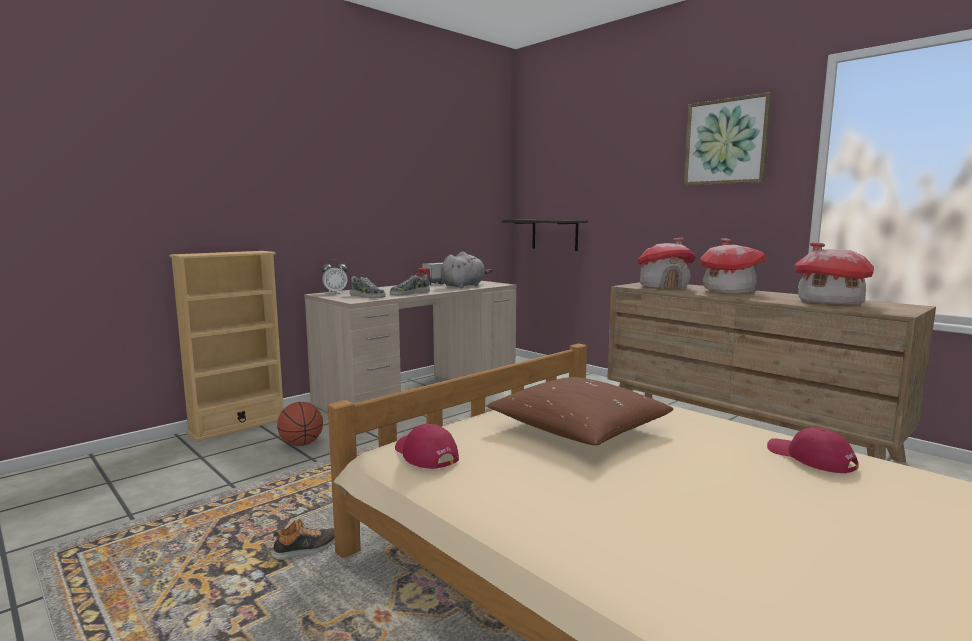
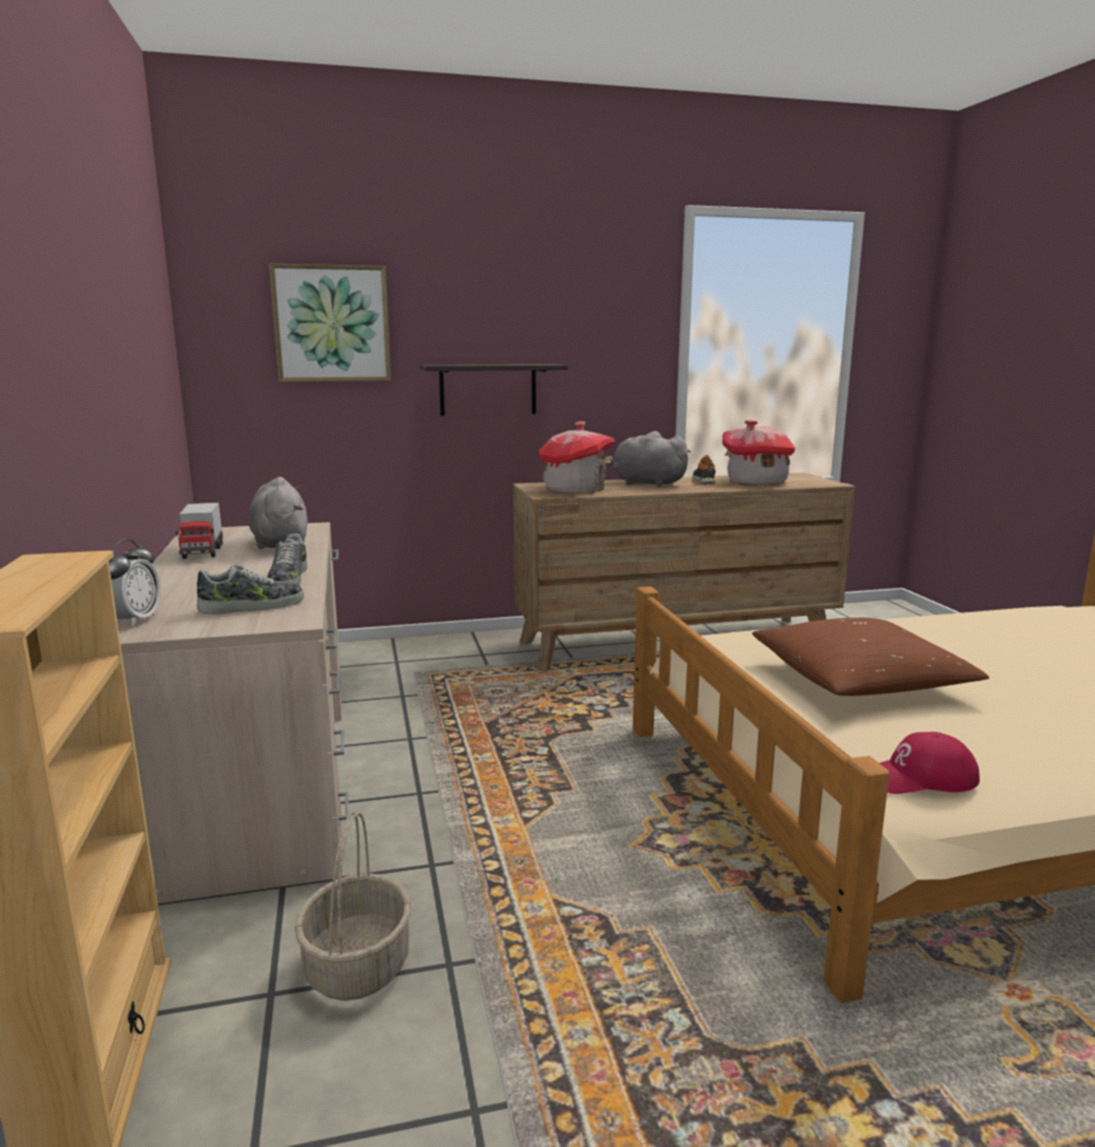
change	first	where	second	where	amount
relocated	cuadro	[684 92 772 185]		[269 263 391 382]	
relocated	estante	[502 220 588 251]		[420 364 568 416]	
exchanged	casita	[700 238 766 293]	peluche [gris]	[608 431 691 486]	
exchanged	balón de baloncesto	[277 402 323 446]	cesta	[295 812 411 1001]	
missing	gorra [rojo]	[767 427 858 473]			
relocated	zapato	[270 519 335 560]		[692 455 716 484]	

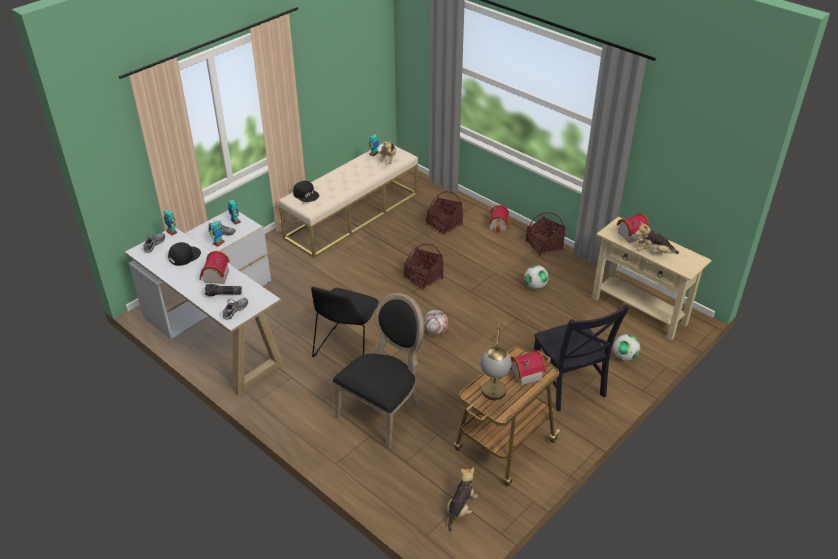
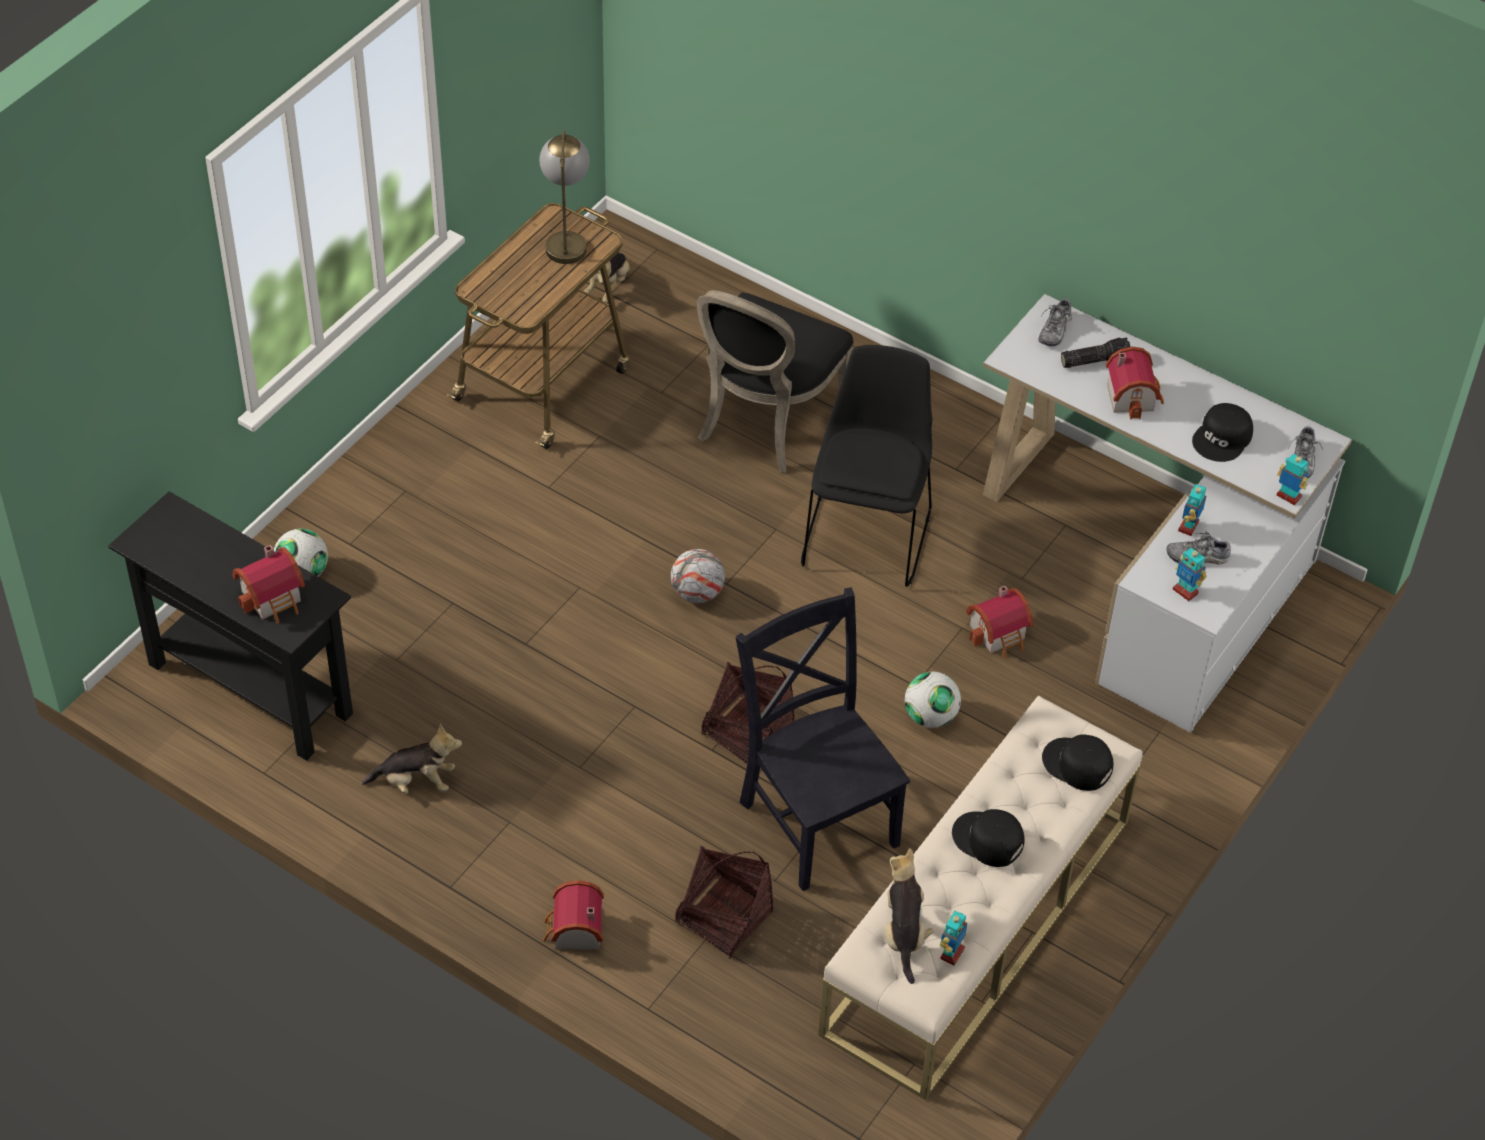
change	first	where	second	where	amount
missing	cesta	[526 212 565 256]			
colour	mesa consola [beis]	[592 217 712 341]	mesa consola [negro]	[108 491 353 761]	
relocated	peluche	[635 221 679 254]		[362 724 462 794]	
relocated	balón de fútbol	[524 265 549 289]		[905 672 961 728]	
relocated	silla [negro]	[534 304 630 411]		[735 587 910 891]	
relocated	casita	[511 350 546 386]		[966 586 1033 658]	
appeared			gorra [negro]	[952 809 1024 867]	

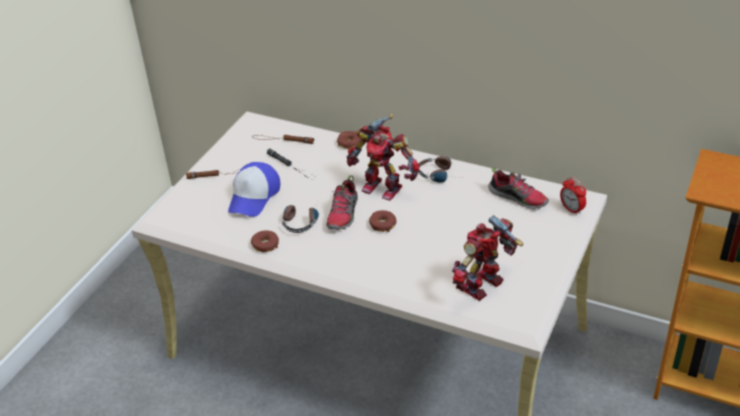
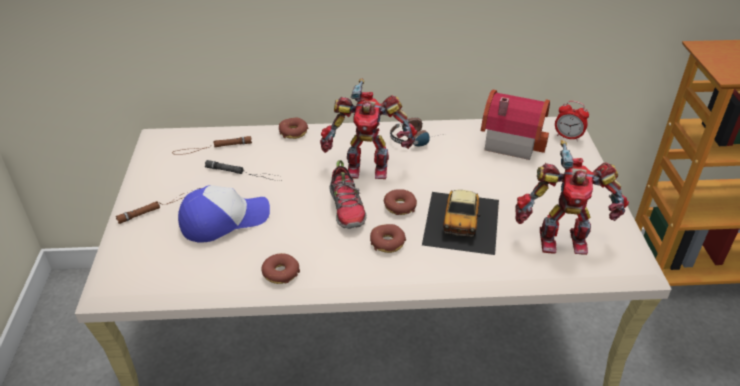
change	first	where	second	where	amount
spun	gorra	[228 162 280 217]		[178 185 270 243]	105 degrees counterclockwise
exchanged	zapato	[488 167 549 209]	casita	[481 89 550 160]	
missing	auriculares	[282 203 319 233]			
spun	robot de juguete	[452 215 523 301]		[515 140 629 255]	105 degrees counterclockwise
appeared			coche de juguete	[422 190 499 255]	
appeared			rosquilla	[370 224 406 253]	

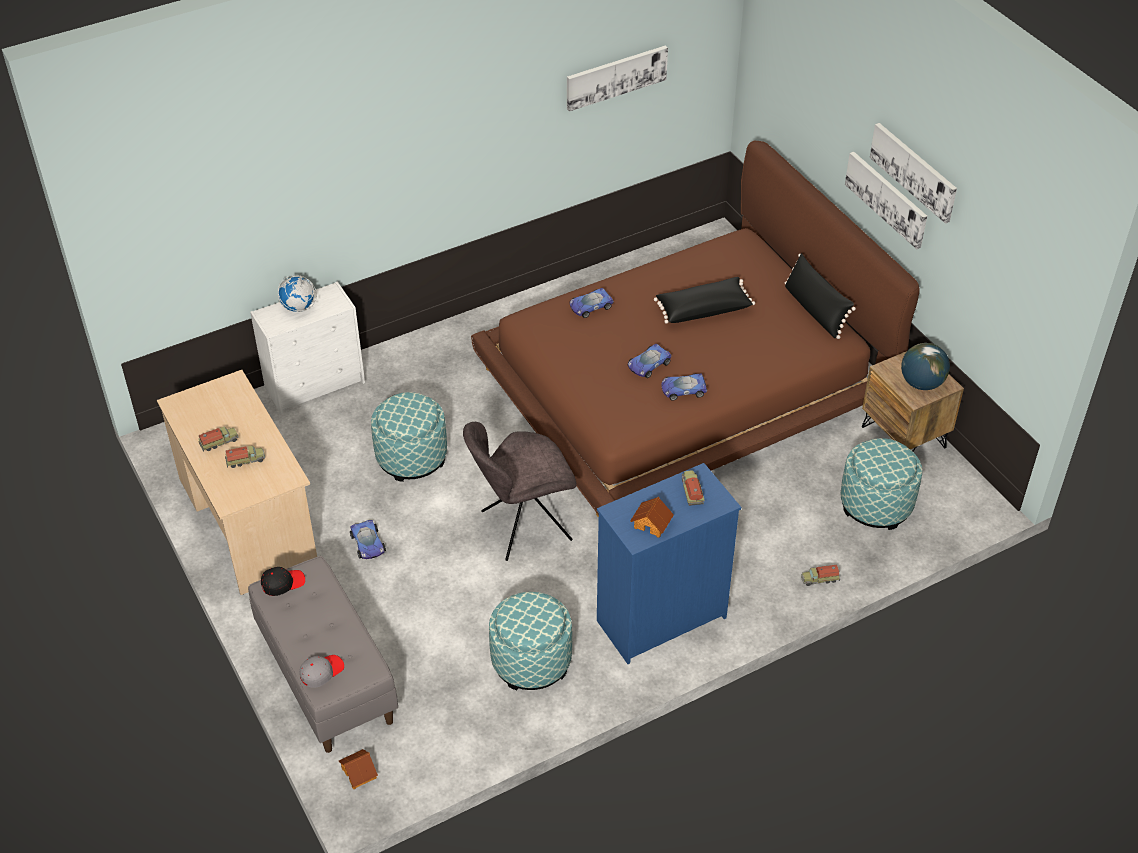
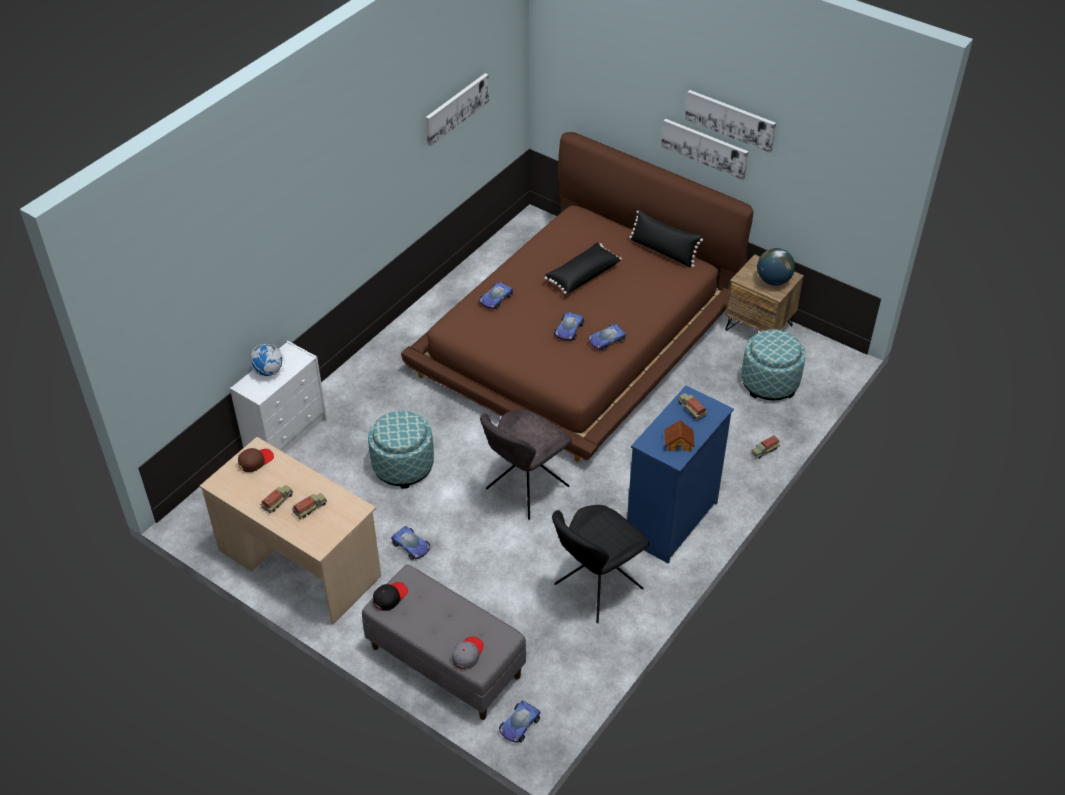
change	first	where	second	where	amount
exchanged	puf	[489 592 572 690]	silla [negro]	[552 505 650 623]	
exchanged	casita	[339 749 378 789]	coche de juguete	[499 700 541 743]	
appeared			gorra [marrón]	[238 448 274 472]	

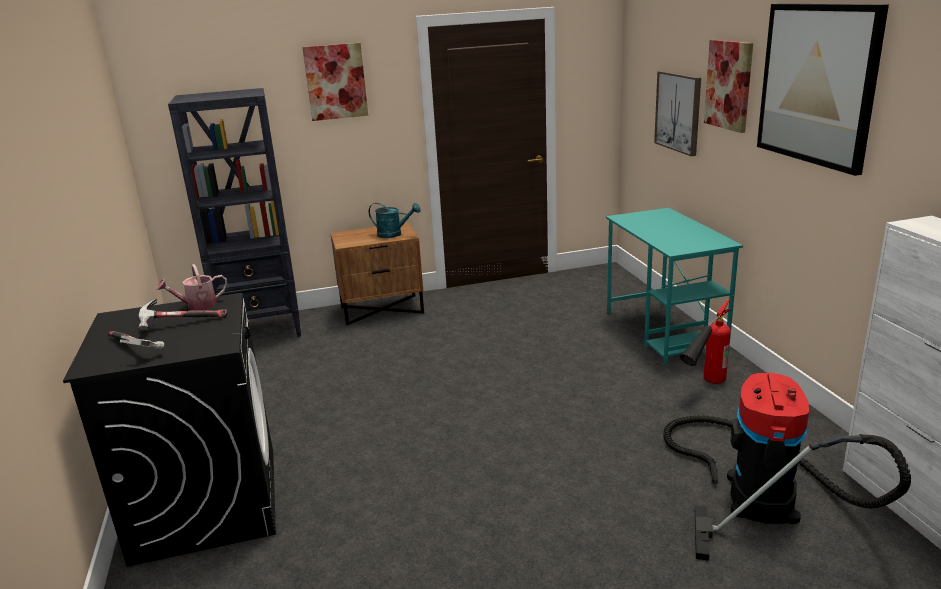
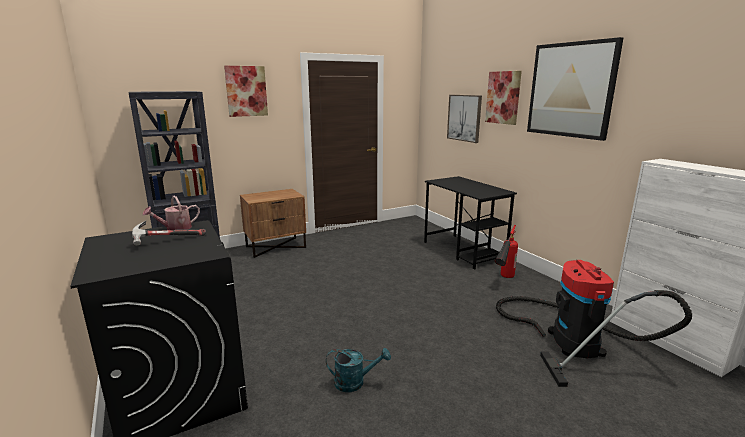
change	first	where	second	where	amount
relocated	regadera [turquesa]	[369 203 421 238]		[326 348 391 392]	
colour	escritorio [turquesa]	[606 208 743 365]	escritorio [negro]	[424 176 517 269]	
missing	martillo	[108 331 164 350]			

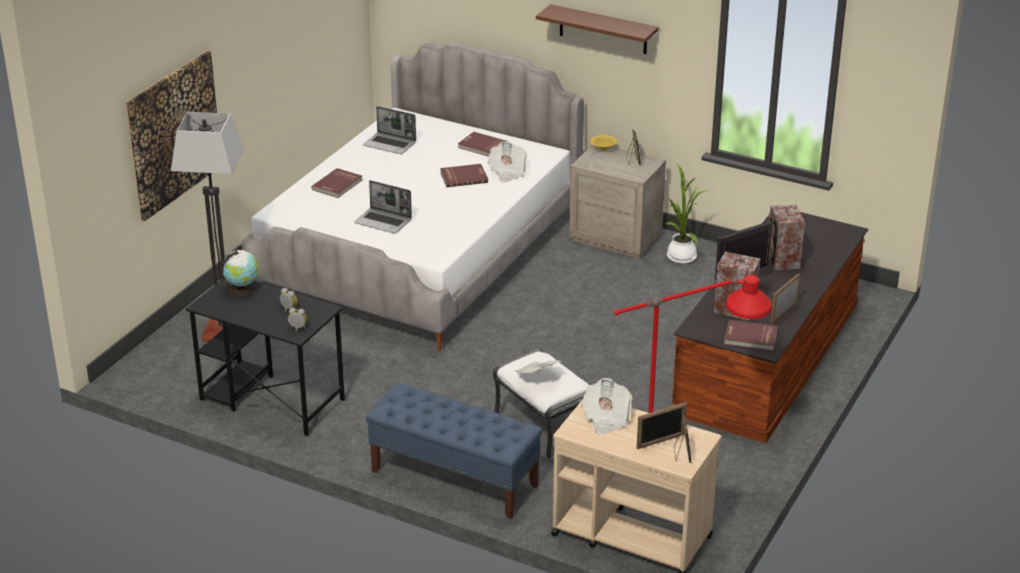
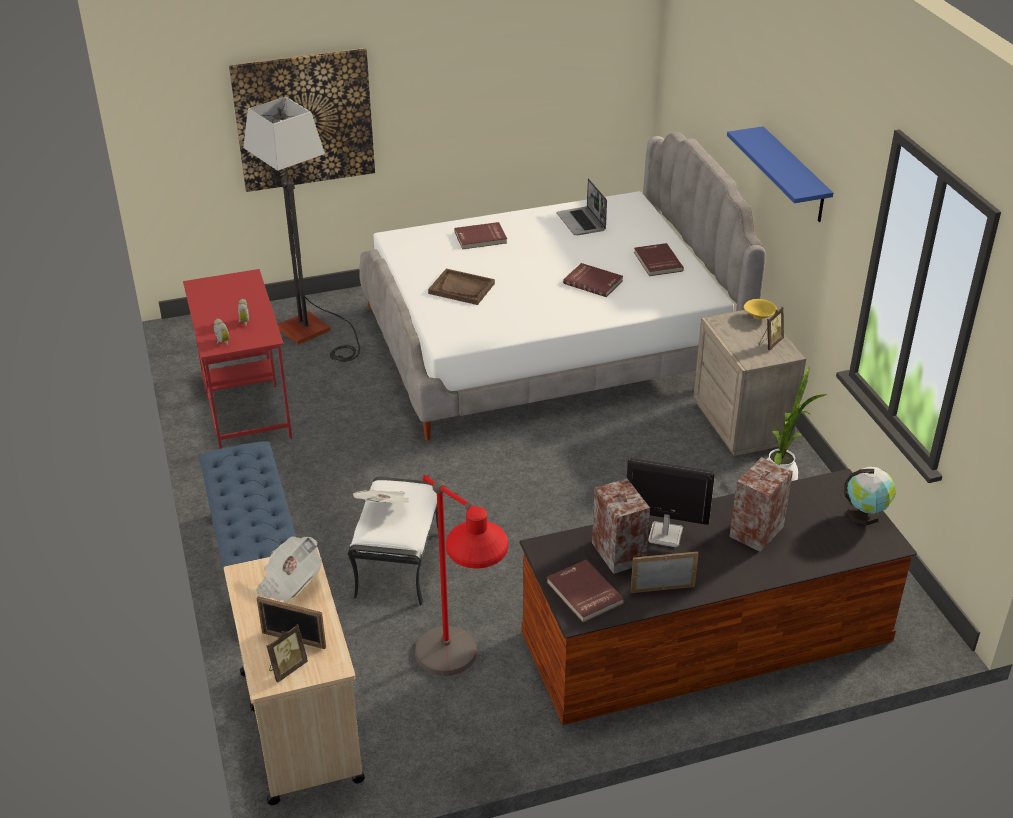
change	first	where	second	where	amount
colour	estante [marrón]	[536 4 659 54]	estante [azul]	[727 126 833 222]	
missing	periódico	[488 141 527 183]			
exchanged	portátil	[354 180 412 234]	bandeja [marrón]	[428 269 495 305]	
relocated	globo terráqueo	[220 250 258 297]		[844 467 896 526]	
colour	escritorio [negro]	[186 278 345 436]	escritorio [rojo]	[183 269 292 449]	

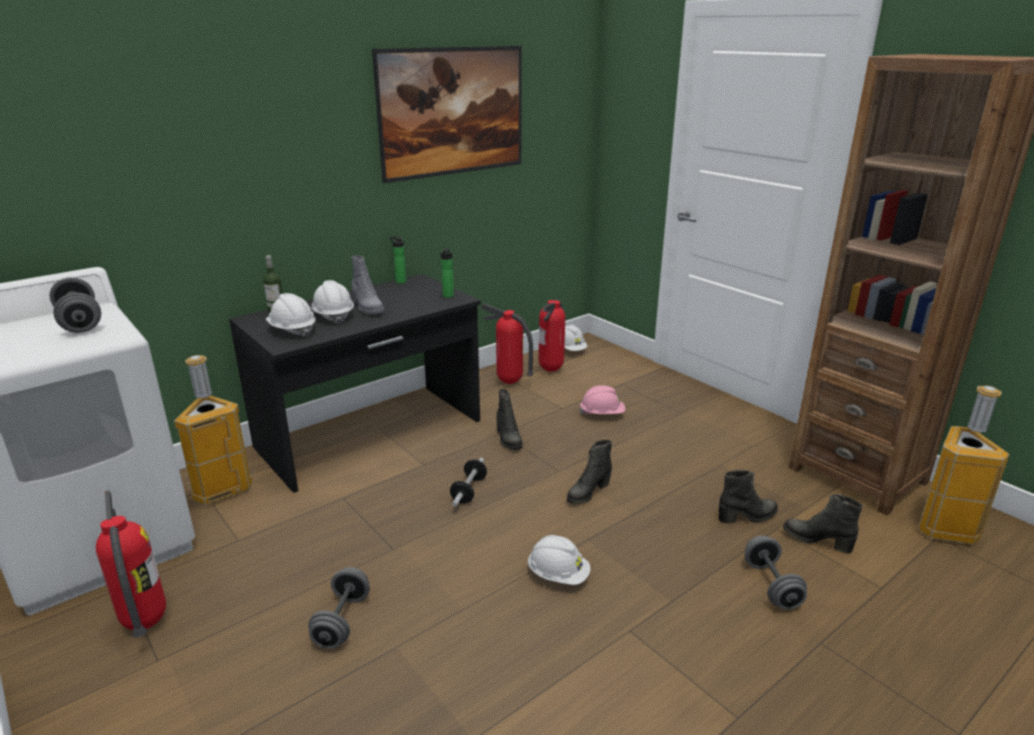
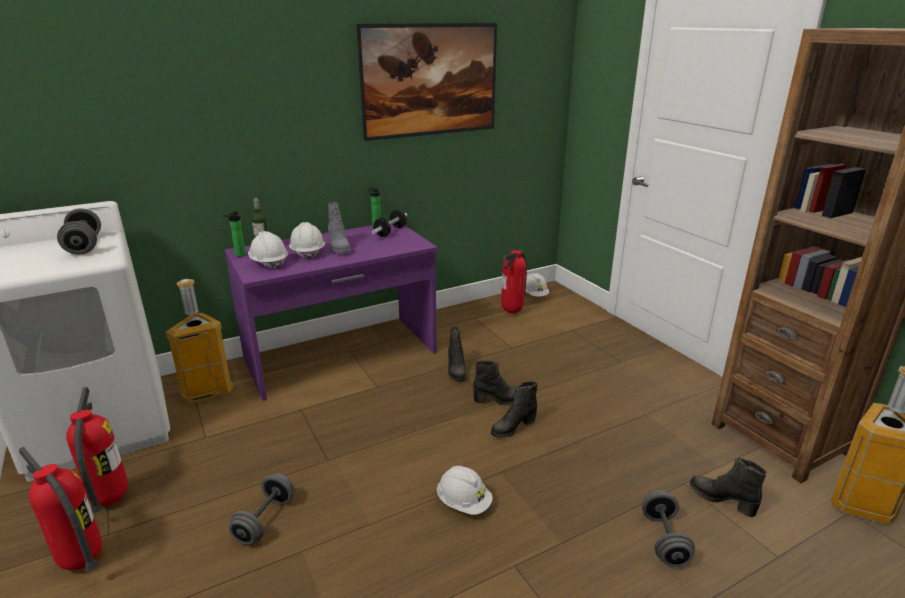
change	first	where	second	where	amount
relocated	botella	[439 248 454 298]		[224 211 246 257]	
colour	escritorio [negro]	[229 274 481 493]	escritorio [morado]	[224 224 438 401]	
relocated	extintor	[481 303 533 384]		[19 447 102 572]	
missing	casco [rosa]	[579 385 625 414]			
relocated	mancuerna	[450 458 487 507]		[372 210 408 237]	
relocated	bota [negro]	[718 470 778 523]		[473 360 516 405]	

